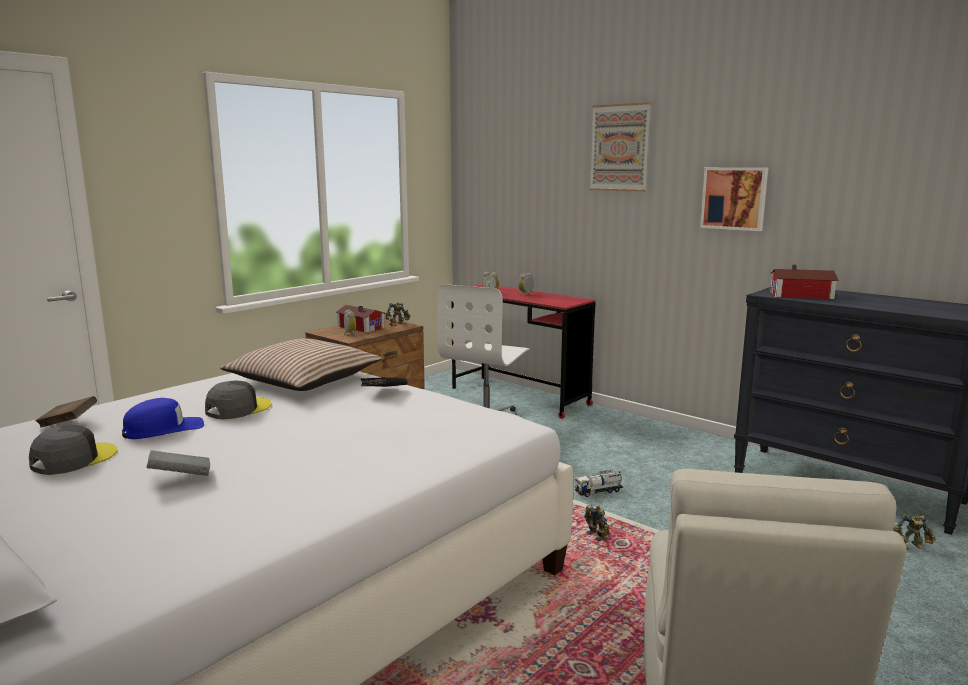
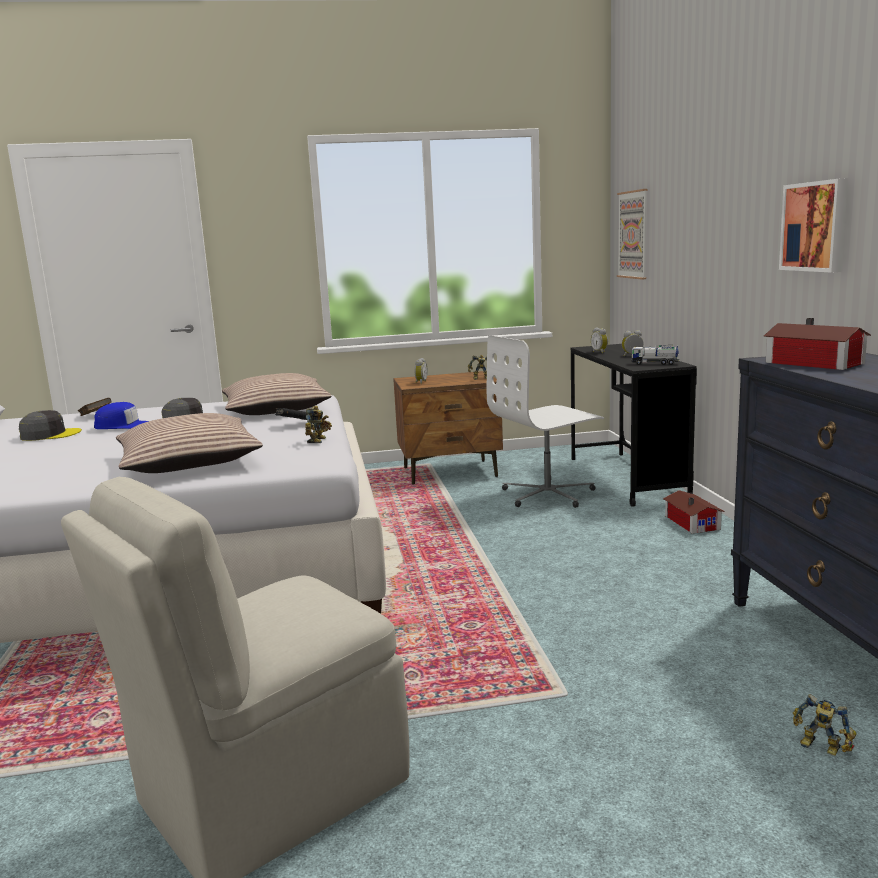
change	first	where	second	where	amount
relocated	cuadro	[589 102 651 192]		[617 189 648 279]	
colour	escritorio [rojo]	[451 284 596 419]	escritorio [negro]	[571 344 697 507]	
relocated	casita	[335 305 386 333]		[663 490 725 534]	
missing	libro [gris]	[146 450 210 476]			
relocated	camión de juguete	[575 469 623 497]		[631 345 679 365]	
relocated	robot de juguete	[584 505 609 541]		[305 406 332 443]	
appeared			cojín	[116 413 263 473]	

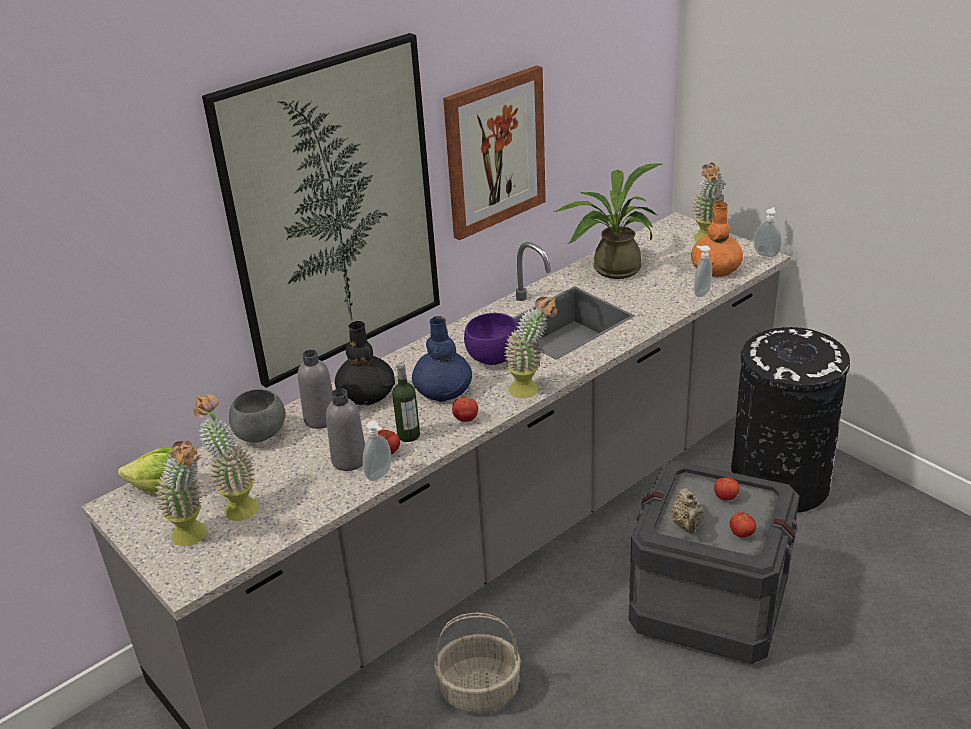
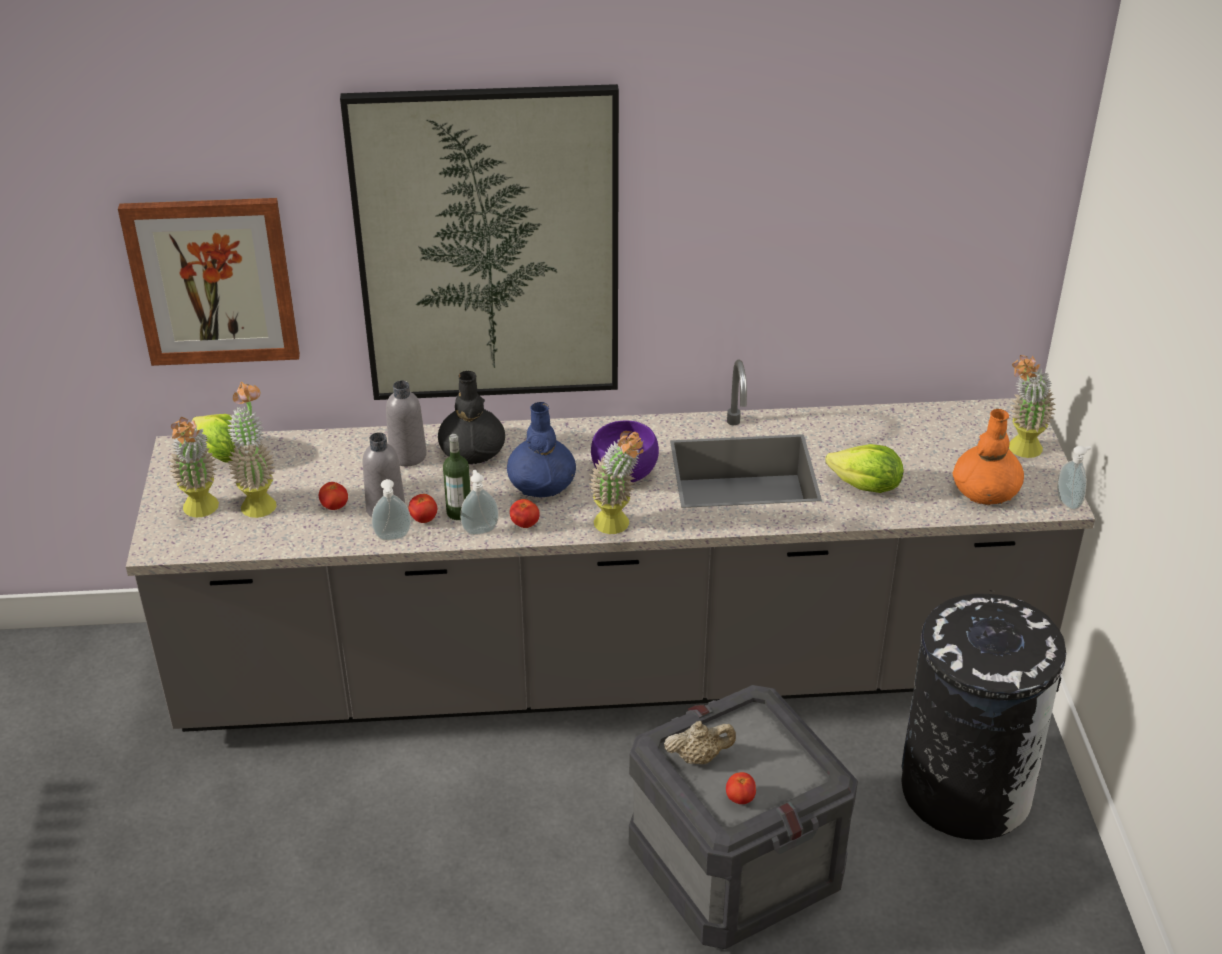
change	first	where	second	where	amount
relocated	cuadro	[443 65 546 240]		[118 198 300 366]	
missing	planta en maceta	[553 163 662 279]			
relocated	dispensador de jabón	[694 246 712 297]		[460 470 499 535]	
missing	cuenco [gris]	[229 389 286 443]			
relocated	tomate	[714 477 740 500]		[319 482 348 510]	
spun	tetera [beis]	[671 488 705 533]		[664 721 736 764]	135 degrees counterclockwise
missing	cesta	[434 613 521 713]			
appeared			lechuga	[825 444 904 493]	

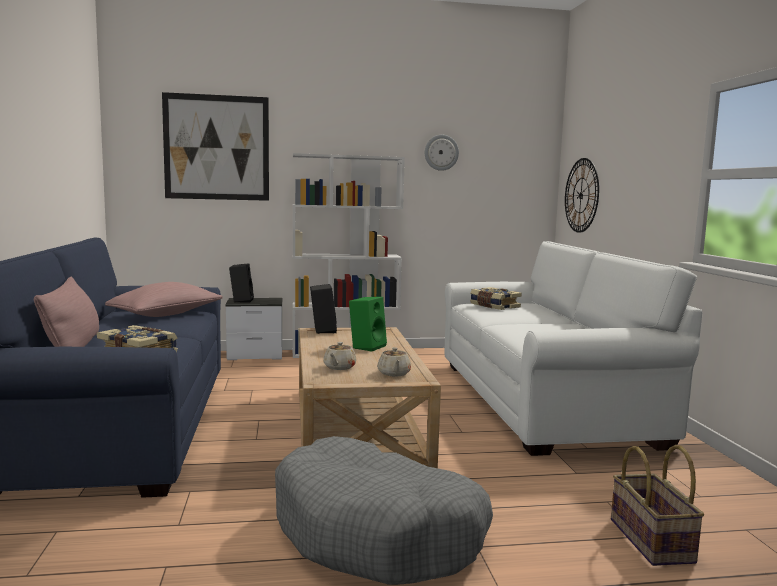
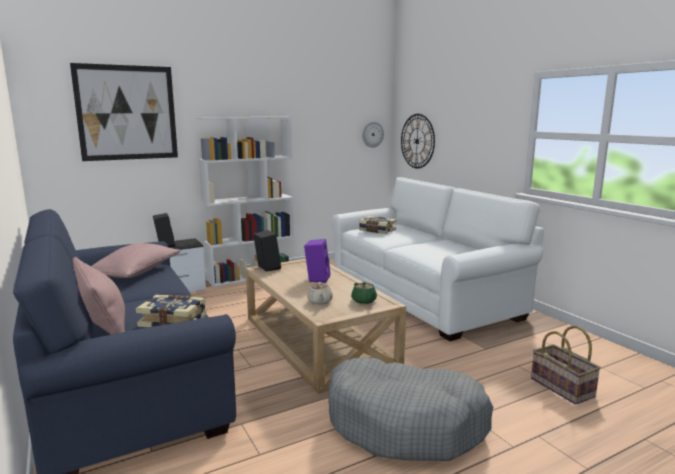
change	first	where	second	where	amount
relocated	reloj de pared	[425 135 459 171]		[362 121 384 148]	
colour	altavoz [verde]	[349 297 387 352]	altavoz [morado]	[304 239 331 283]	
colour	tetera [beis]	[377 347 411 377]	tetera [verde]	[351 281 377 304]	

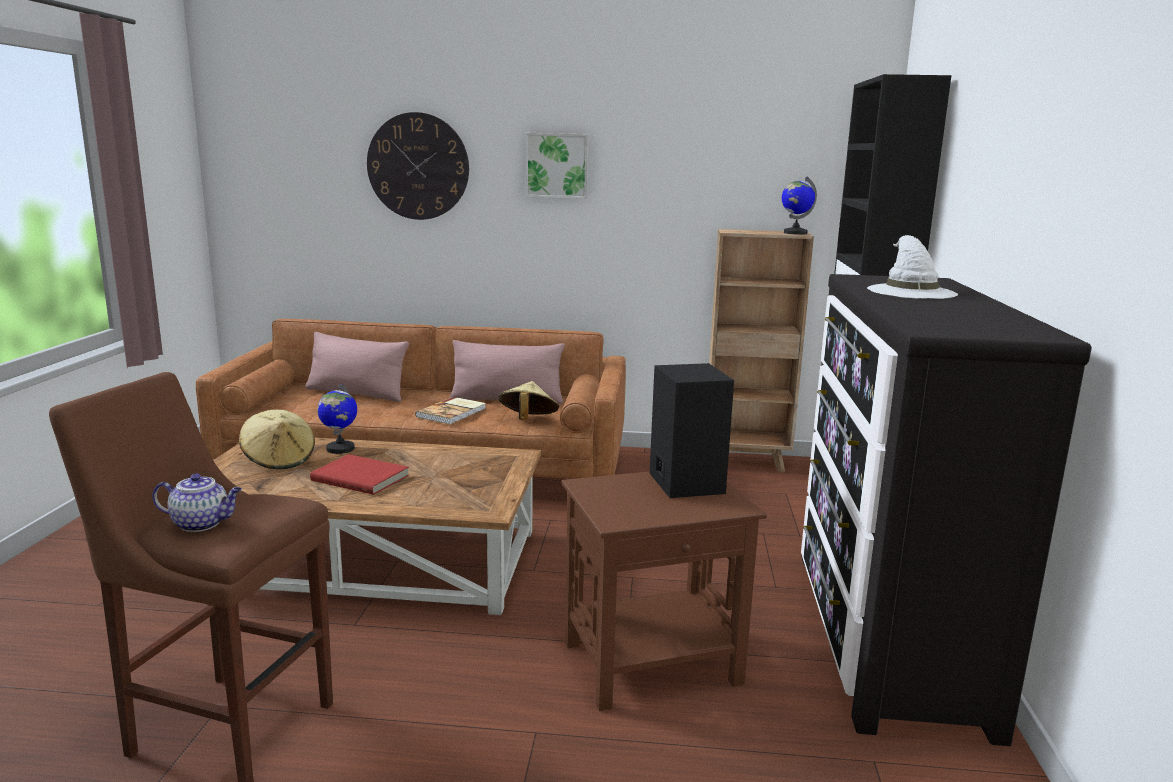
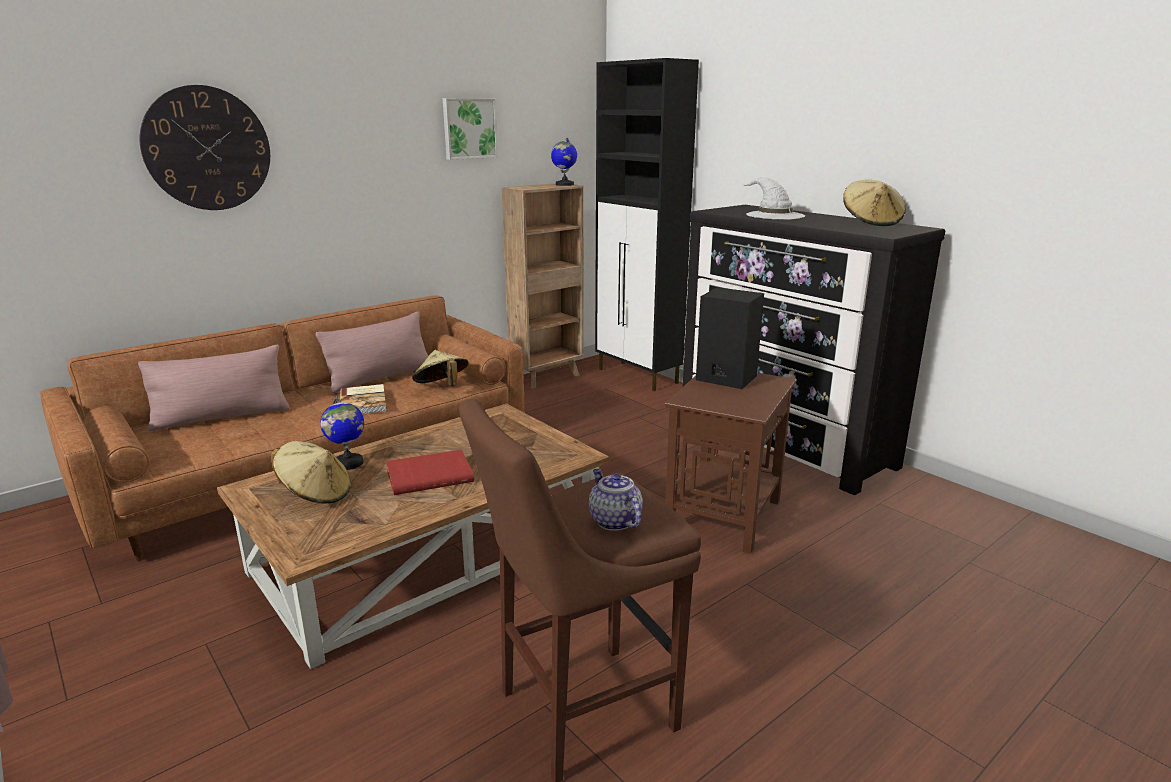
change	first	where	second	where	amount
relocated	cuadro	[525 133 589 199]		[443 98 498 160]	
spun	tetera	[152 474 242 532]		[589 469 643 531]	75 degrees counterclockwise
appeared			sombrero [beis]	[843 179 906 226]	

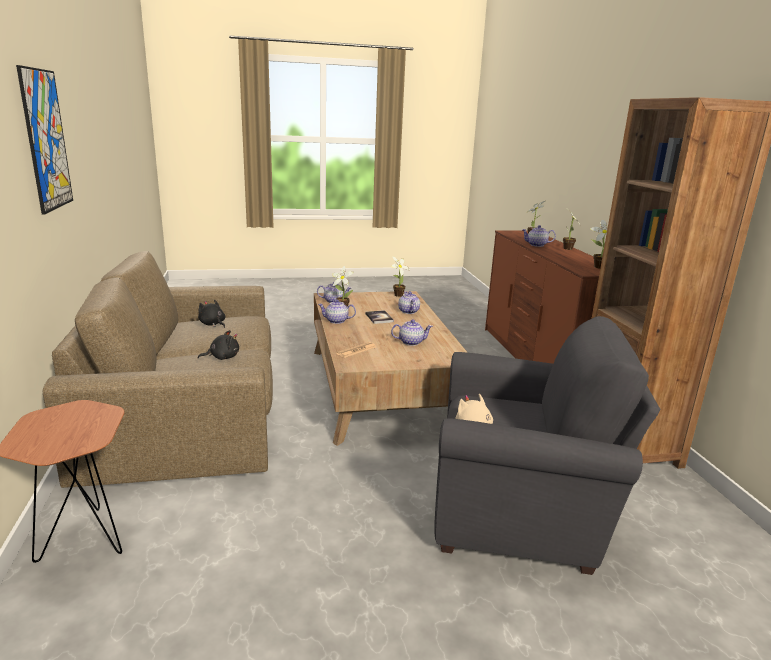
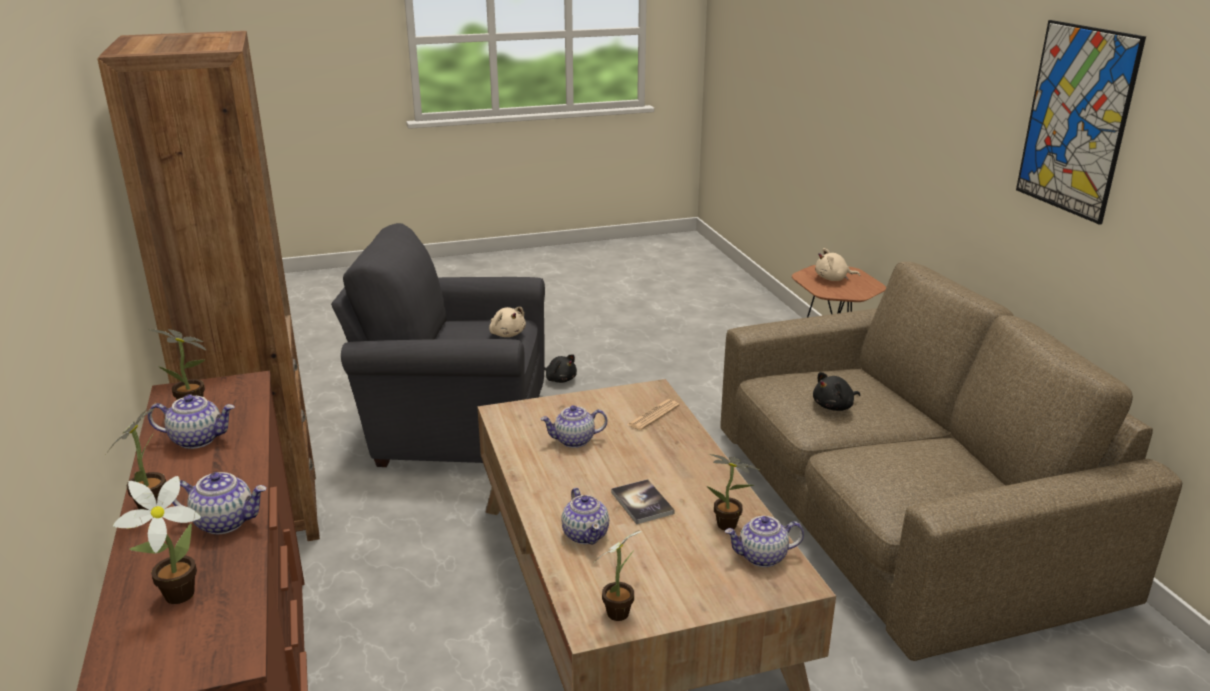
change	first	where	second	where	amount
relocated	tetera	[318 299 356 324]		[148 394 235 449]	
relocated	peluche [negro]	[198 300 225 328]		[544 354 577 383]	
appeared			peluche [beis]	[815 248 860 281]	

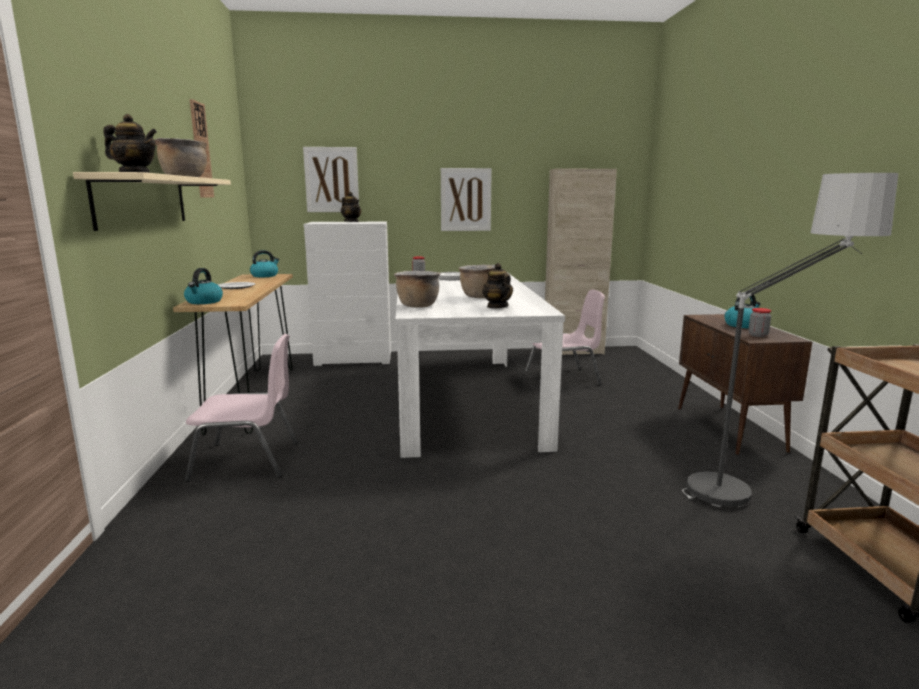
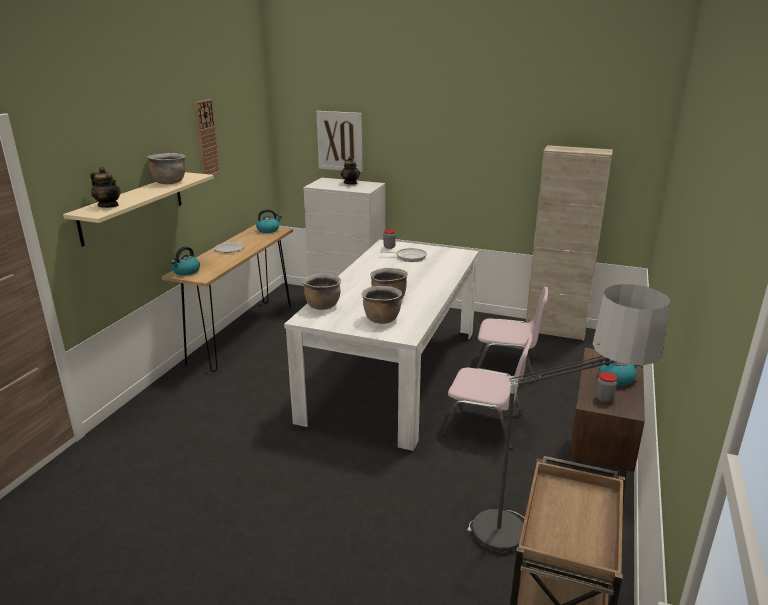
change	first	where	second	where	amount
missing	cuadro	[441 168 492 231]			
exchanged	tetera	[482 263 513 308]	olla [marrón]	[362 286 402 324]	
relocated	silla [rosa]	[185 334 298 482]		[442 337 533 449]	

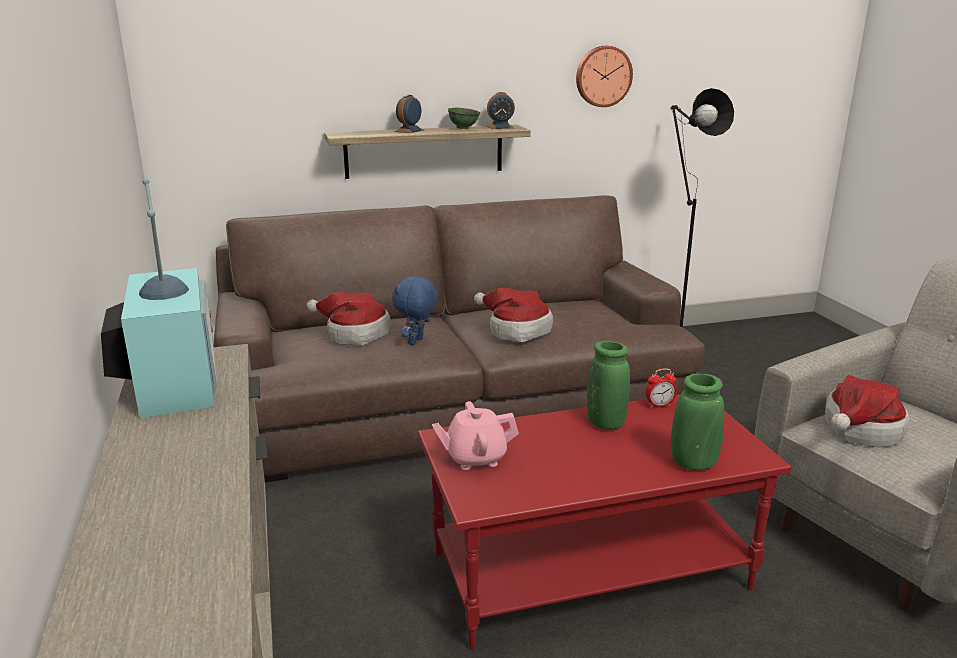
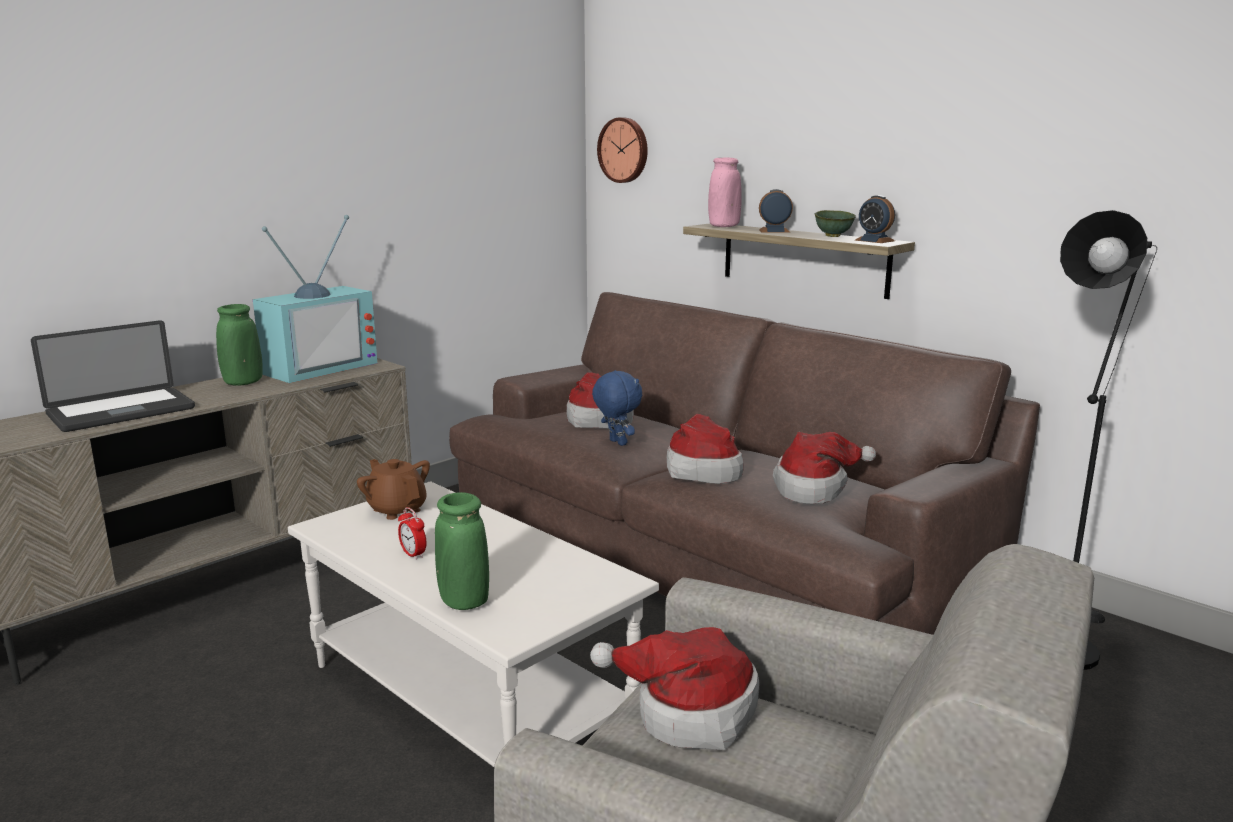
change	first	where	second	where	amount
relocated	reloj de pared	[576 46 633 107]		[597 118 648 183]	
spun	peluche [azul]	[392 275 438 345]		[592 370 642 446]	60 degrees clockwise
relocated	florero [verde]	[587 341 630 430]		[216 304 263 386]	
relocated	despertador	[646 368 677 408]		[398 507 427 560]	
colour	mesa de centro [rojo]	[418 395 792 650]	mesa de centro [blanco]	[288 481 659 767]	
colour	tetera [rosa]	[432 401 519 470]	tetera [marrón]	[357 459 430 520]	
appeared			florero [rosa]	[708 157 742 227]	
appeared			portátil	[31 320 195 432]	
appeared			sombrero	[773 432 876 504]	

